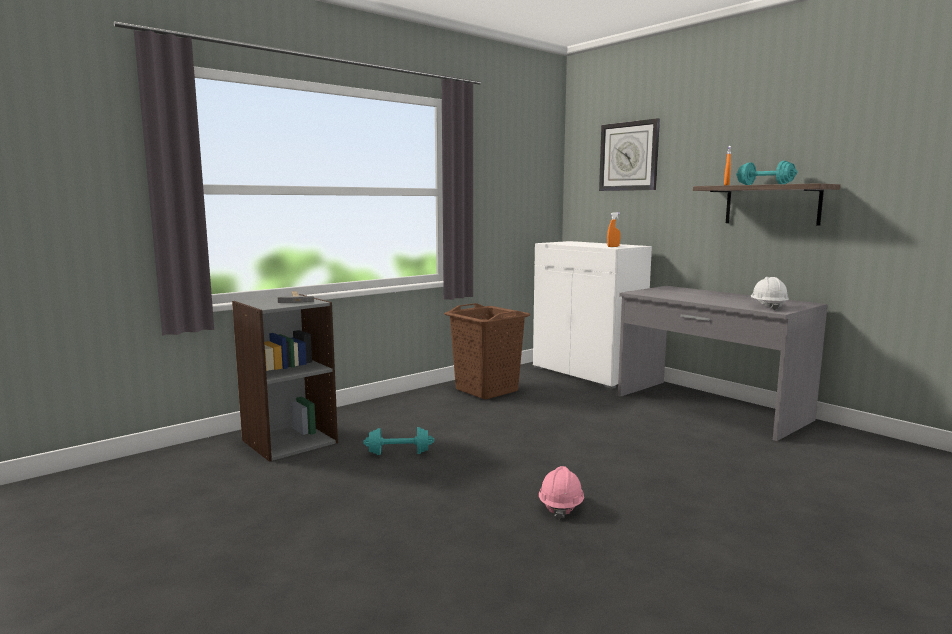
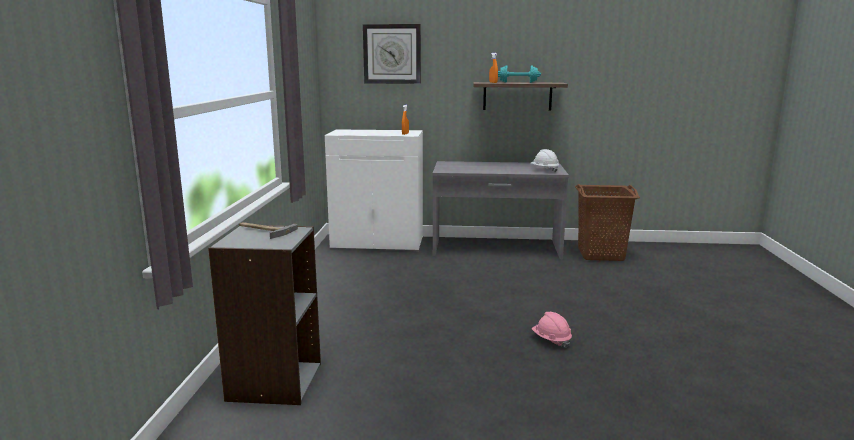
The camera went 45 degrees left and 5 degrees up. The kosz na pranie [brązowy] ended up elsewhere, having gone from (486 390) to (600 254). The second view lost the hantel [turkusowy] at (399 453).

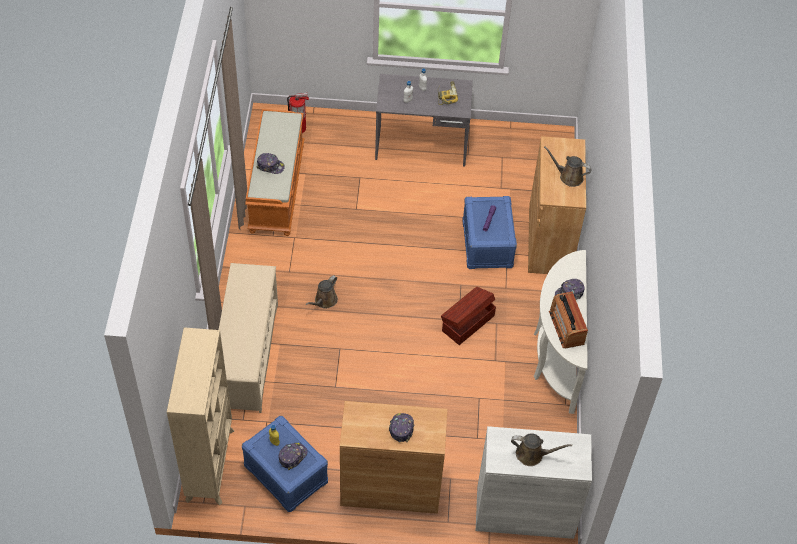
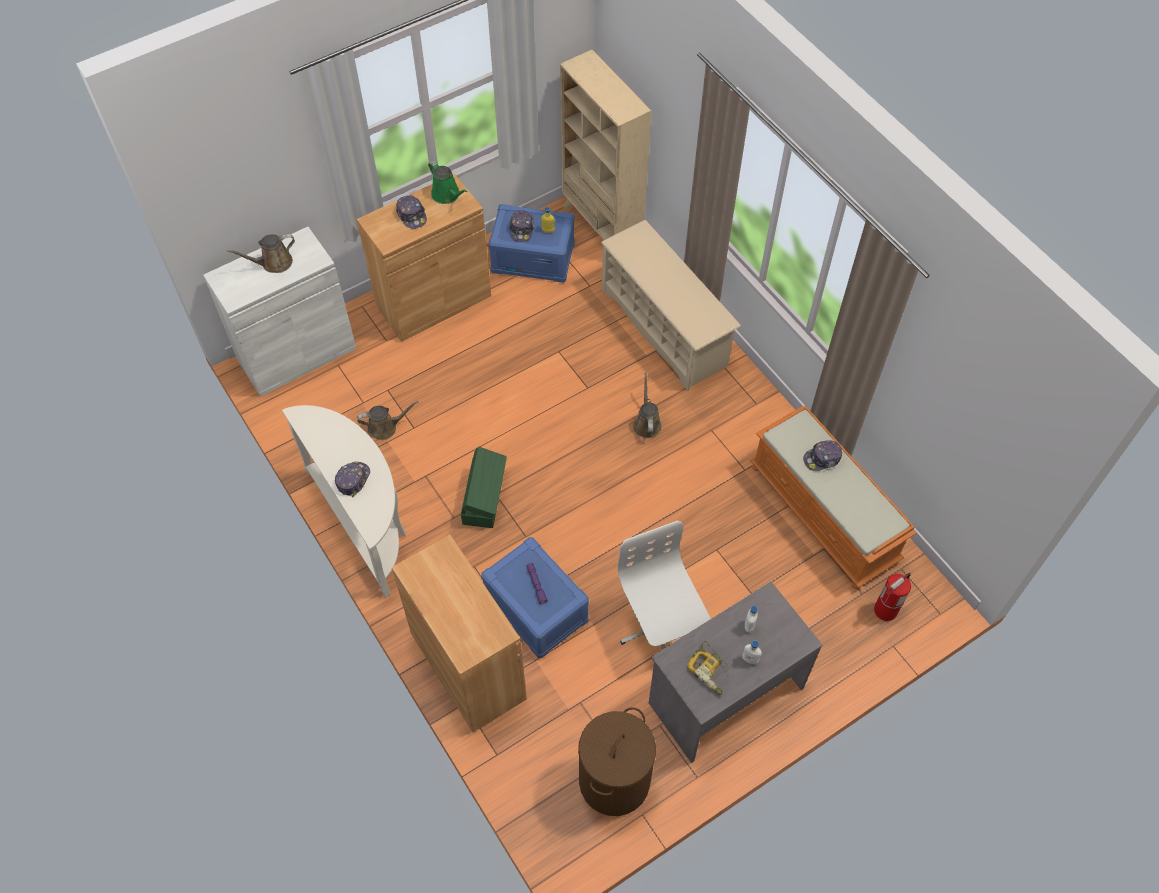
The camera went 145 degrees right and 5 degrees up. The konewka [brązowy] ended up elsewhere, having gone from (568 177) to (385 427). What was the pojemnik do przechowywania [brązowy] at (467 323) turned into the pojemnik do przechowywania [zielony] at (484 497). The second view lost the radio at (566 327). The second view gained the konewka [zielony] at (447 195). The second view gained the krzesło biurowe [biały] at (659 629). The second view gained the kosz na pranie [brązowy] at (614 781).

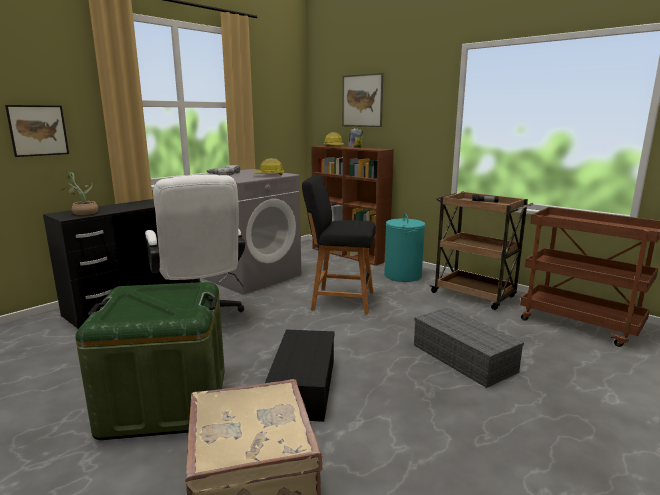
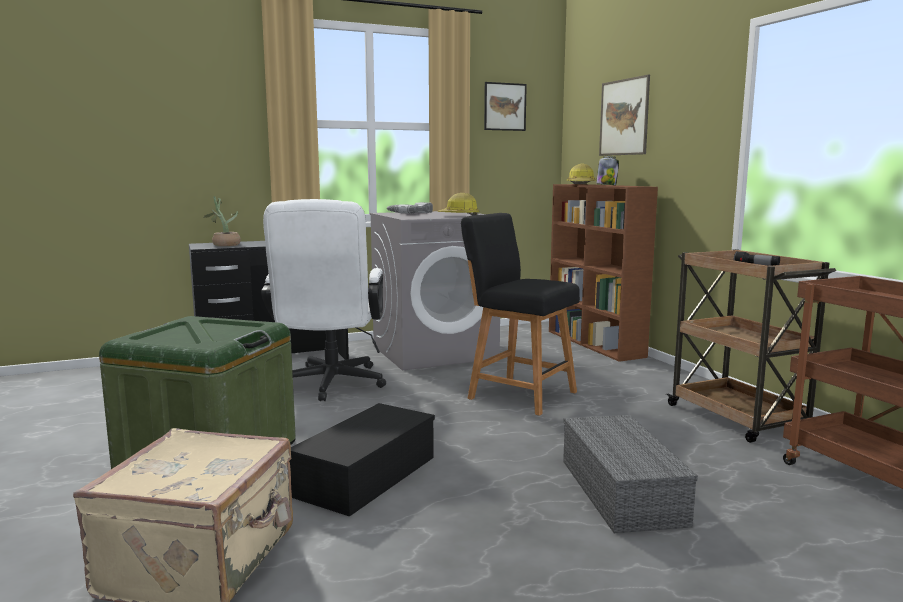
The camera went 25 degrees right and 5 degrees down. The obraz ended up elsewhere, having gone from (38 130) to (504 106). The second view lost the kosz na pranie [turkusowy] at (403 275).

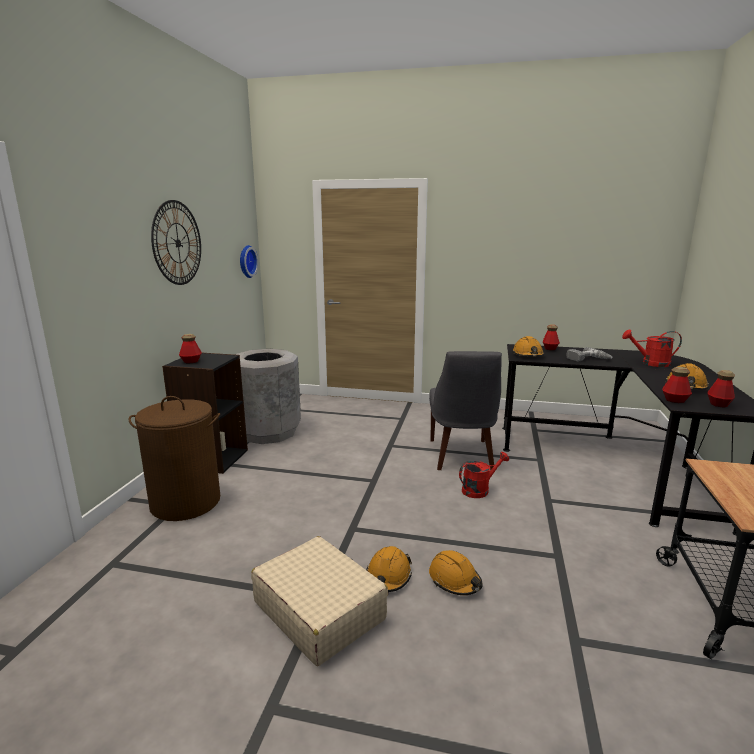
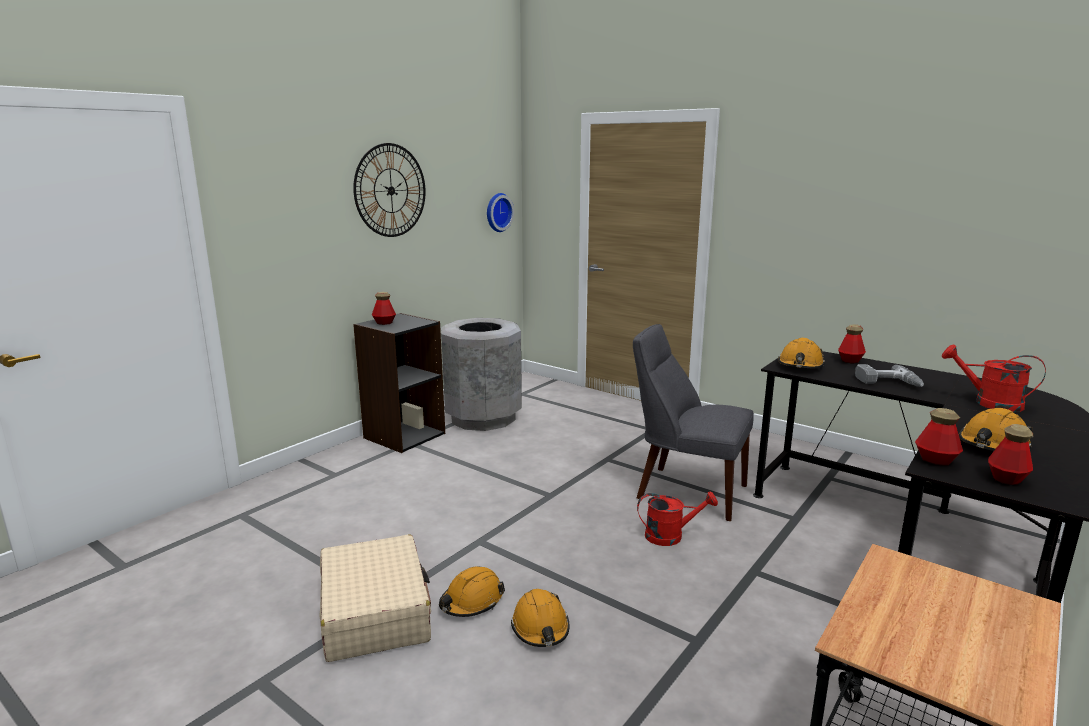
The camera went 25 degrees right and 0 degrees up. The krzesło [szary] at (461 456) ended up facing another way, 90 degrees clockwise from before. The second view lost the kosz na pranie [brązowy] at (186 502).

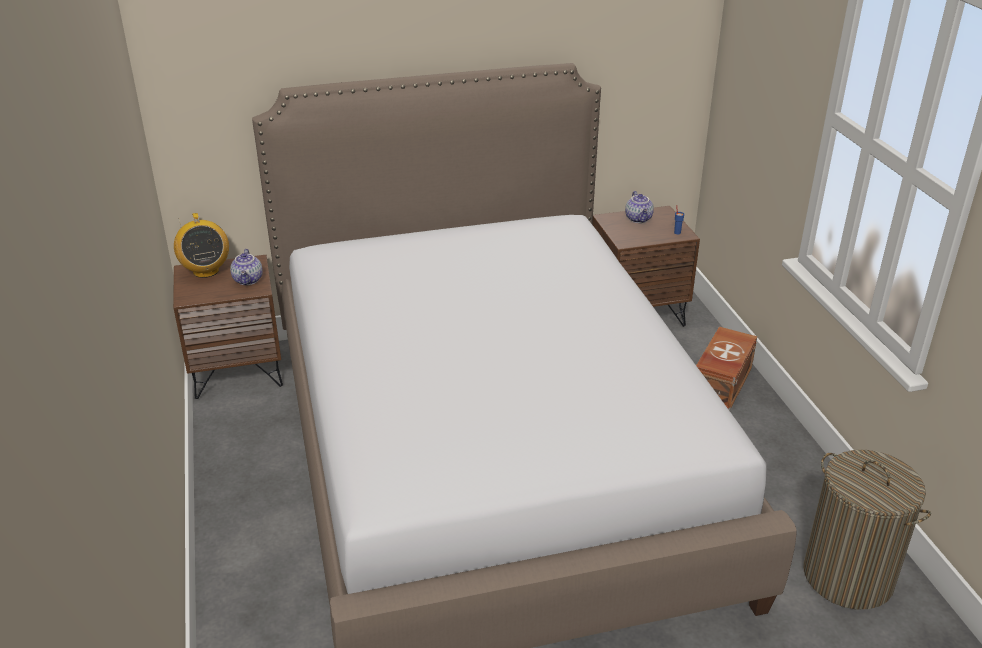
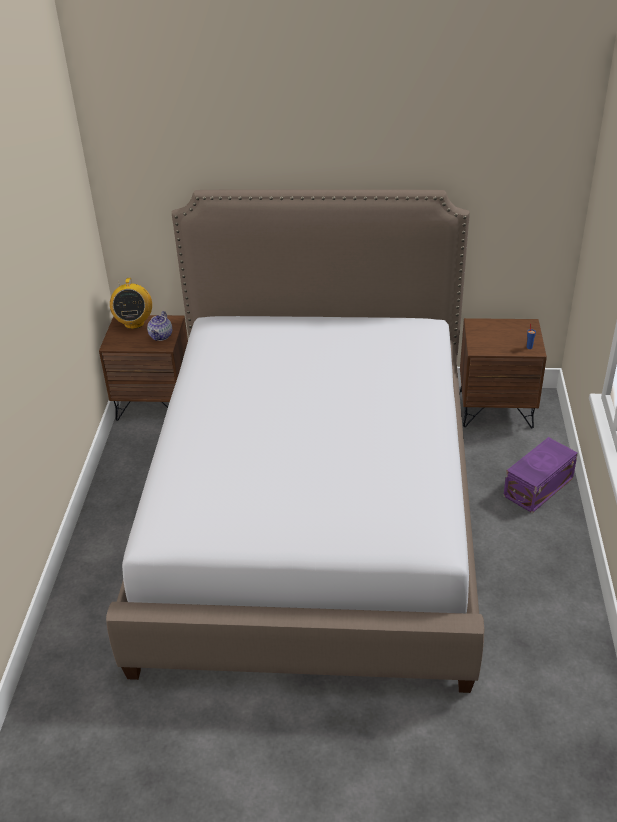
The camera went 20 degrees right and 5 degrees up. The second view lost the imbryk at (639 219). What was the pojemnik do przechowywania [brązowy] at (720 383) turned into the pojemnik do przechowywania [fioletowy] at (536 487). The second view lost the kosz na pranie at (848 576).

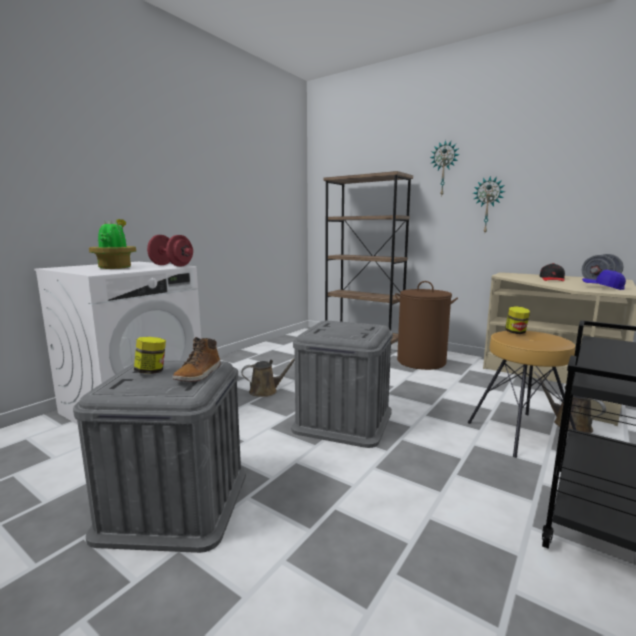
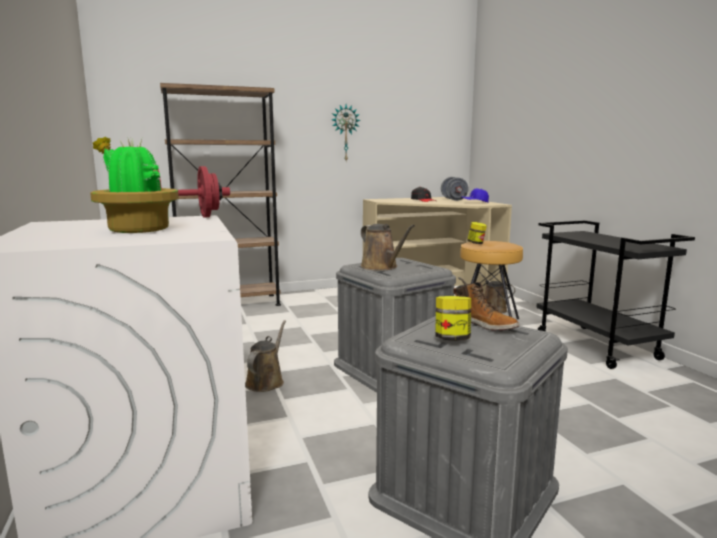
The camera went 55 degrees left and 0 degrees up. The second view lost the zegar ścienny at (444 169). The second view lost the kosz na pranie [brązowy] at (421 361). The second view gained the konewka [brązowy] at (381 267).

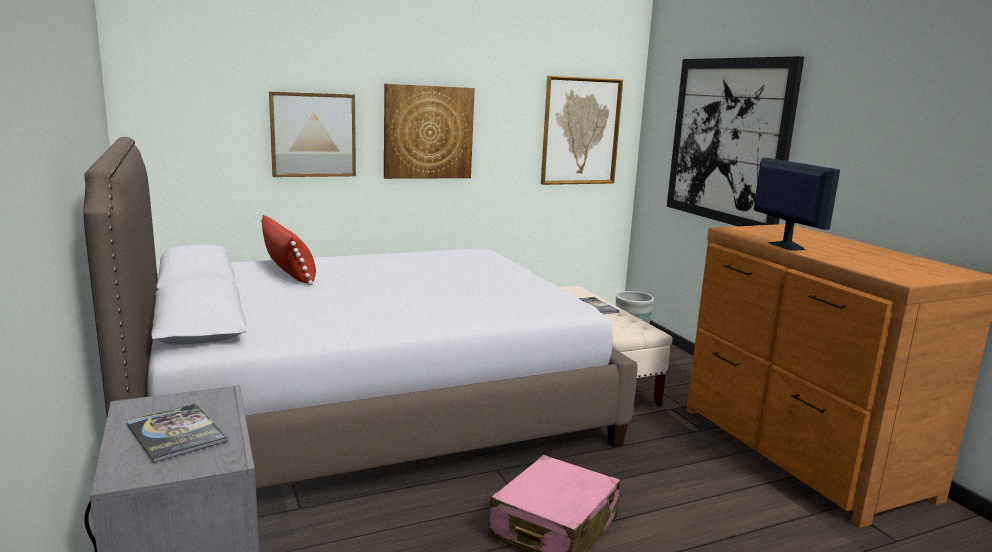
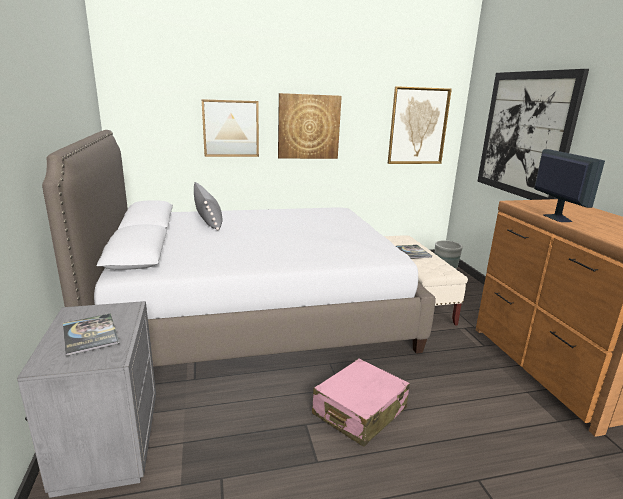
The camera went 10 degrees right and 5 degrees up. What was the poduszka [czerwony] at (289 272) turned into the poduszka [szary] at (208 220).

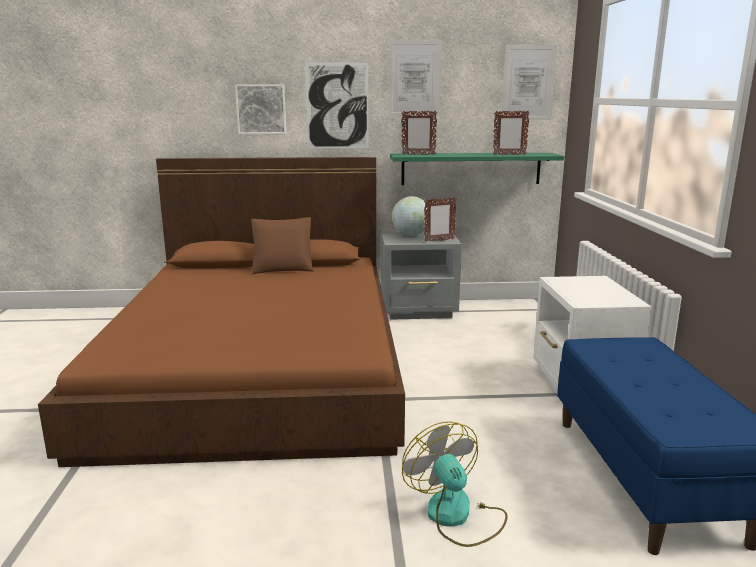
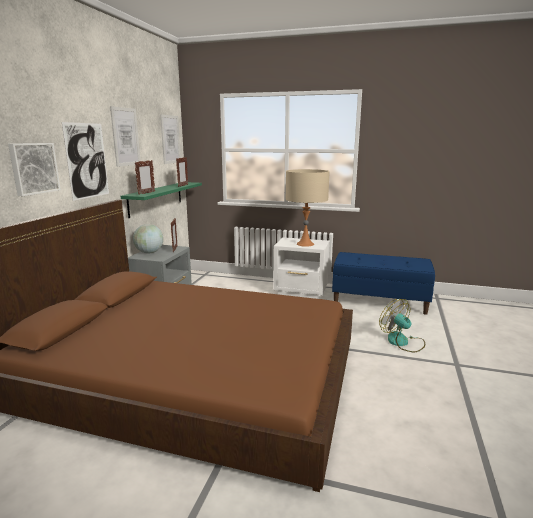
The camera went 70 degrees left and 0 degrees up. The second view lost the poduszka [brązowy] at (283 268). The wentylator at (456 516) ended up facing another way, 60 degrees clockwise from before. The second view gained the lampa stołowa [beżowy] at (305 244).

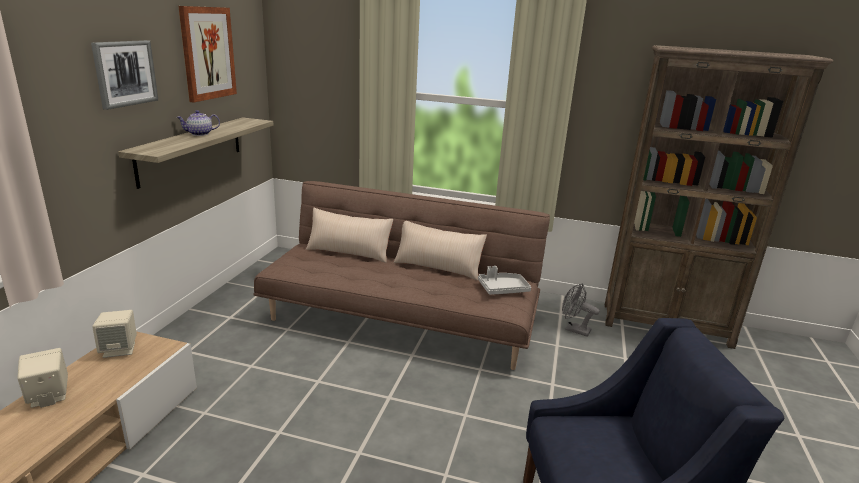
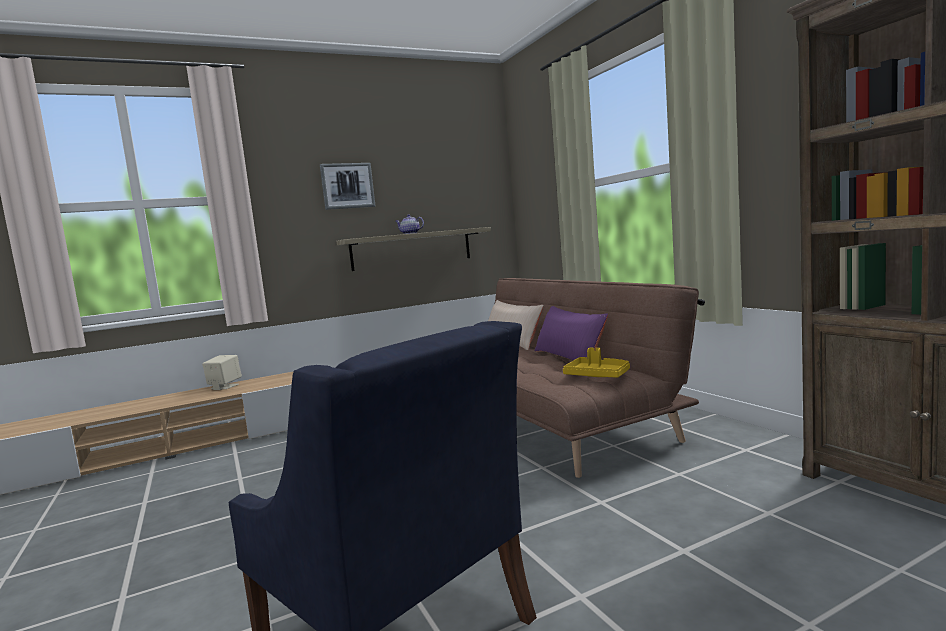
The camera went 50 degrees right and 15 degrees down. The second view lost the obraz at (207 53). What was the poduszka [beżowy] at (438 267) turned into the poduszka [fioletowy] at (569 357). What was the taca [szary] at (502 289) turned into the taca [żółty] at (597 375). The second view lost the wentylator [szary] at (573 329). The second view lost the głośnik [beżowy] at (120 349).

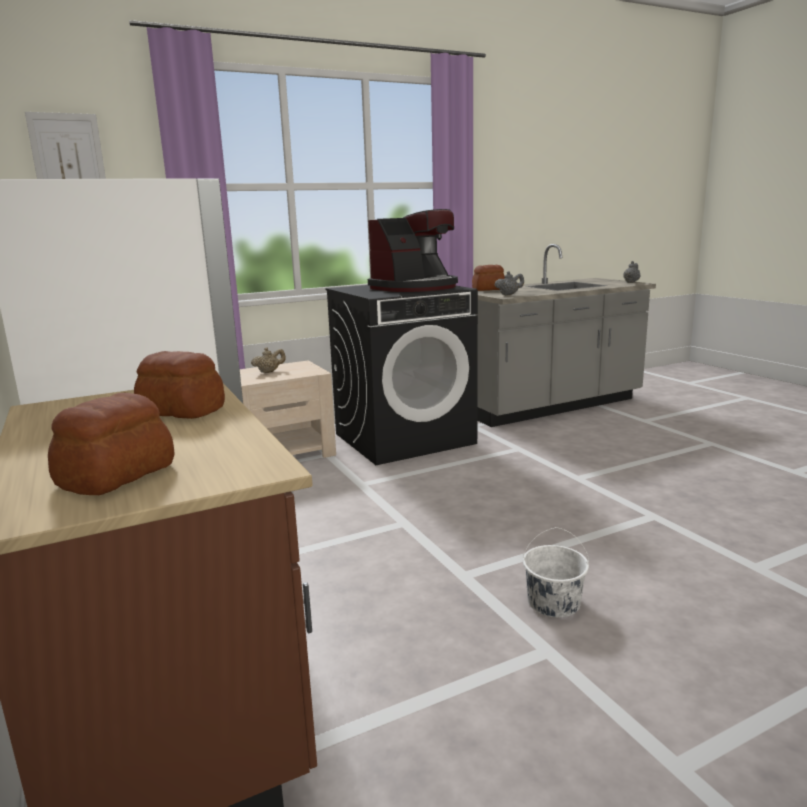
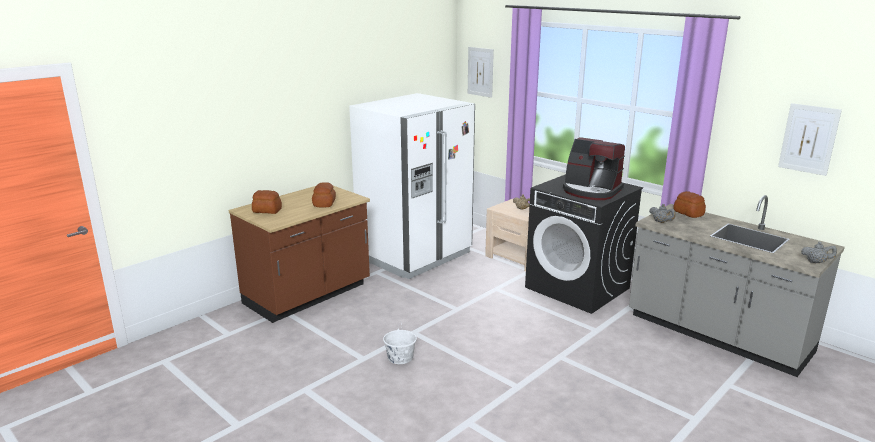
The camera went 70 degrees right and 5 degrees up. The second view gained the obraz at (808 139).

